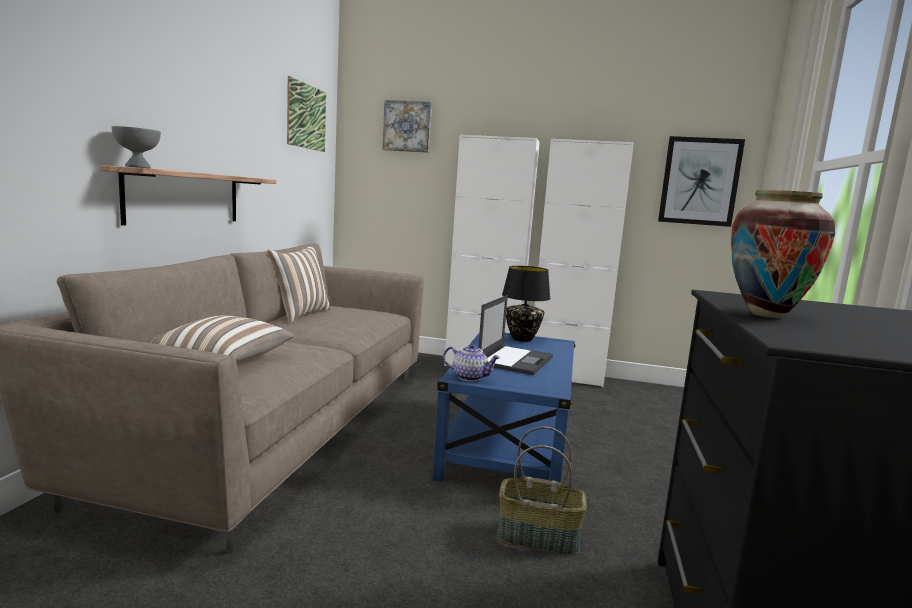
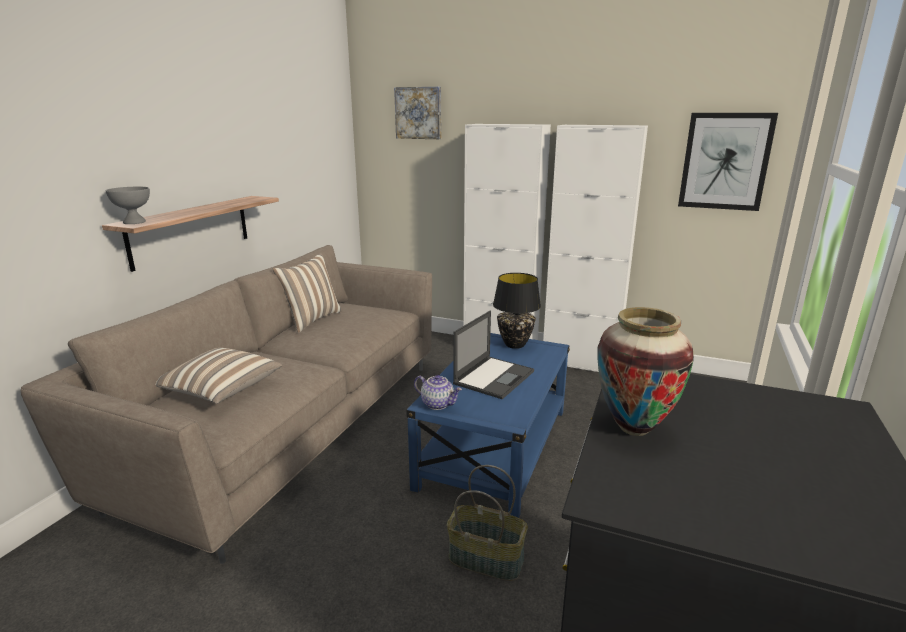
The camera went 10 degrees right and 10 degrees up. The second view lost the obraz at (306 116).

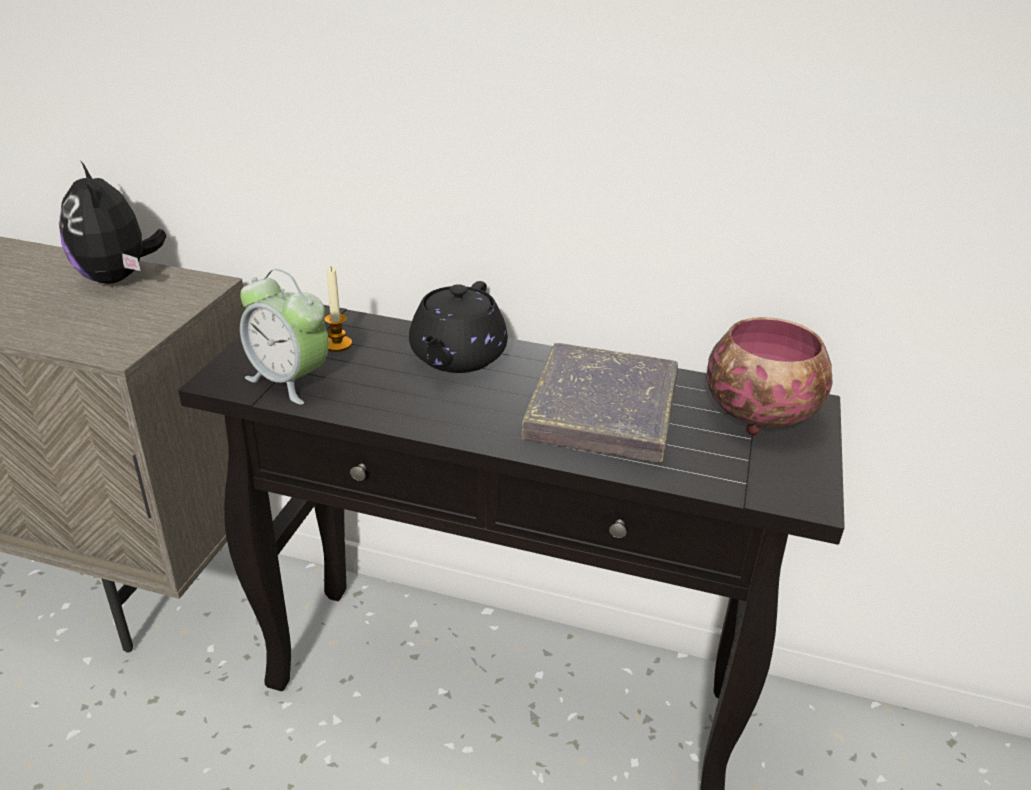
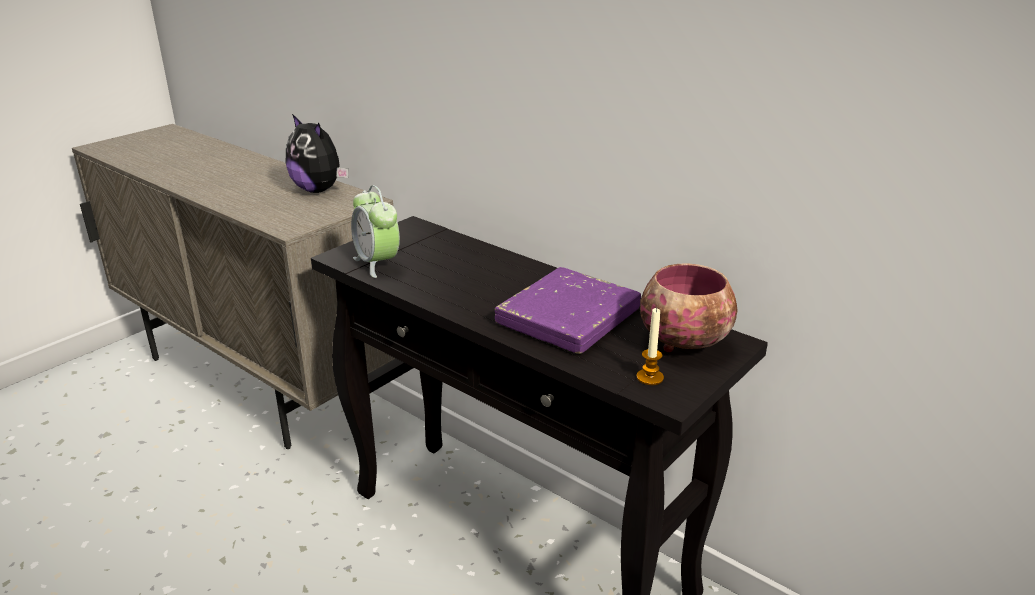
The camera went 25 degrees right and 5 degrees down. The pluszak at (118 278) ended up facing another way, 45 degrees counterclockwise from before. The świeca ended up elsewhere, having gone from (337 344) to (650 377). The second view lost the imbryk [czarny] at (456 357). What was the książka [szary] at (602 411) turned into the książka [fioletowy] at (569 317).

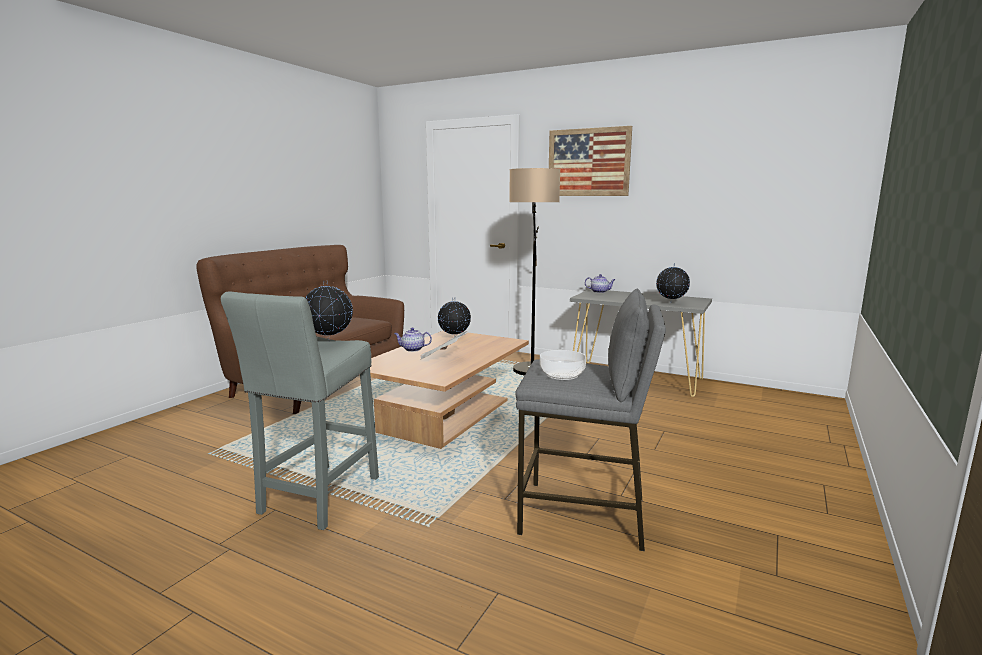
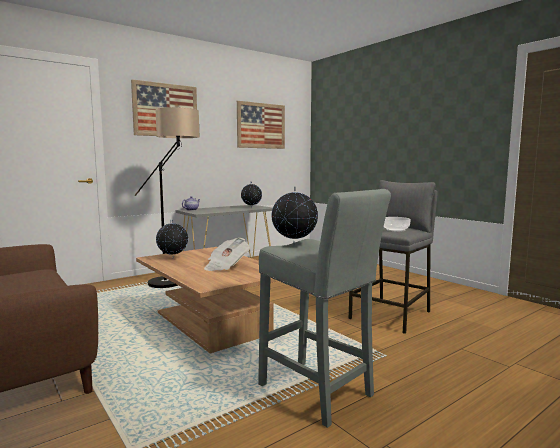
The camera went 65 degrees left and 5 degrees down. The second view lost the imbryk at (412 349). The second view gained the obraz at (261 125).

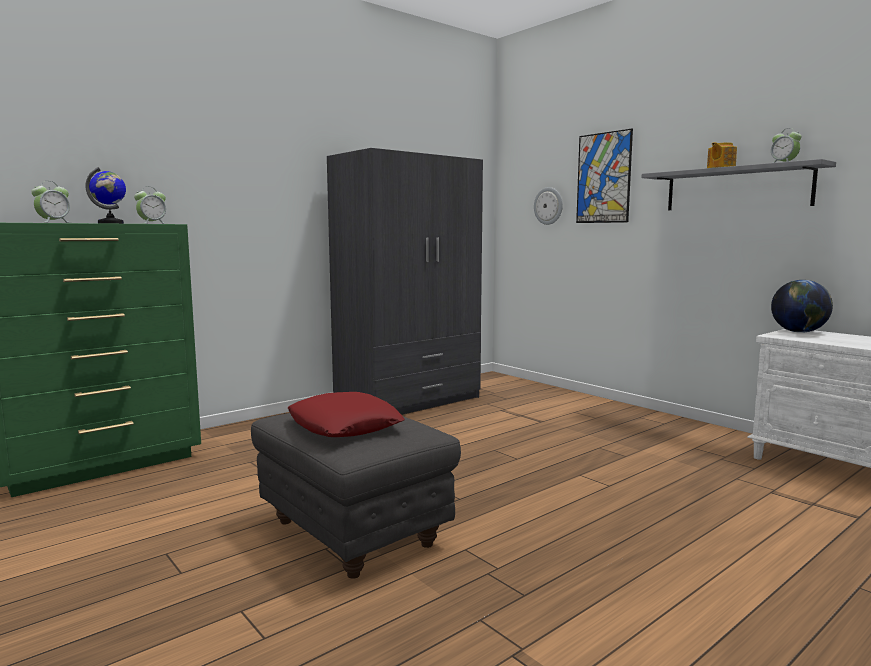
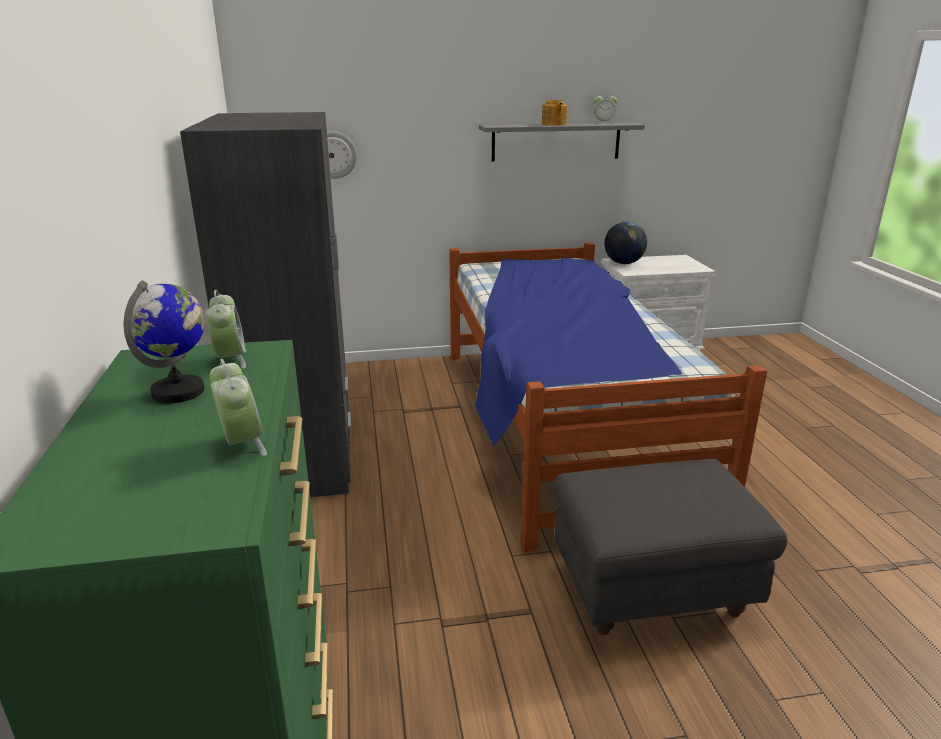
The camera went 60 degrees left and 15 degrees up. The second view lost the obraz at (603 178). The second view lost the poduszka [czerwony] at (344 425). The second view gained the łóżko at (560 423).

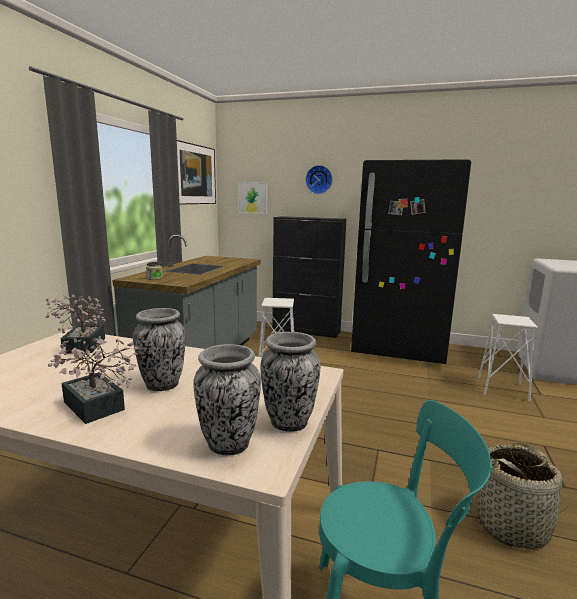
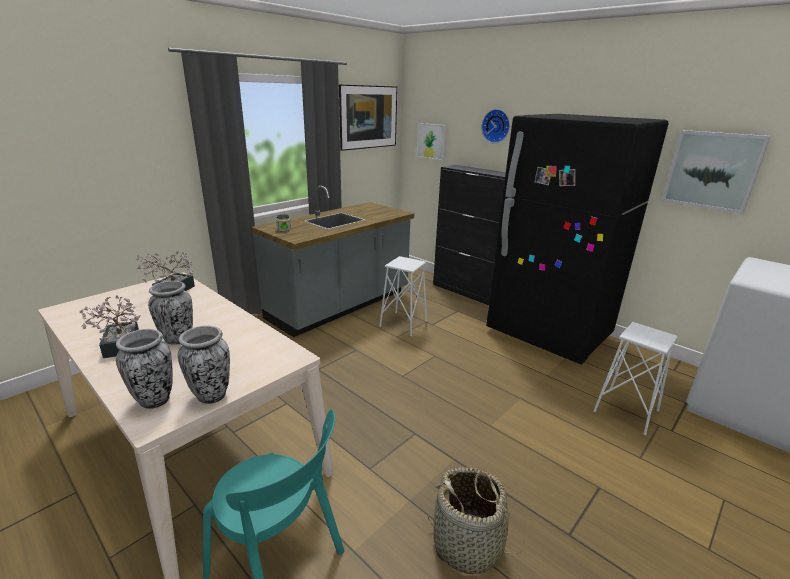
The camera went 25 degrees right and 10 degrees up. The second view gained the obraz at (712 170).

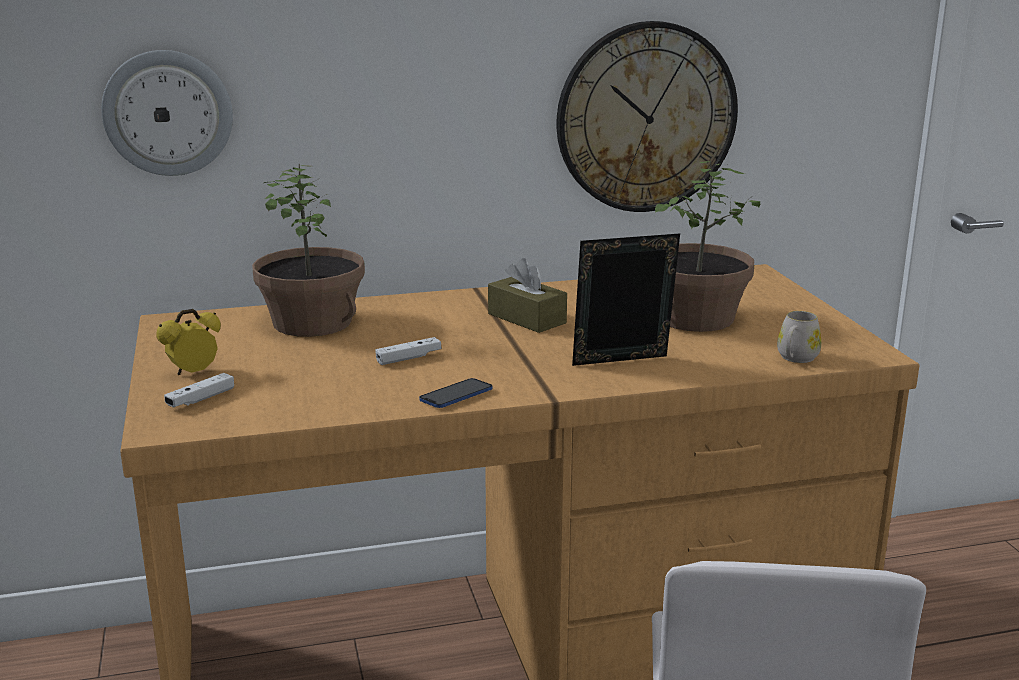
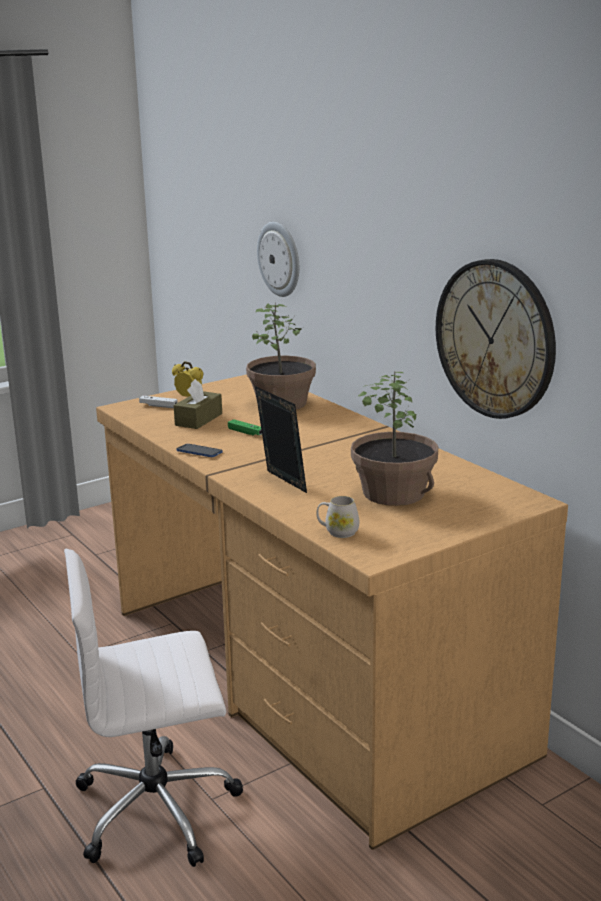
The camera went 70 degrees right and 0 degrees up. The pudełko chusteczek [brązowy] ended up elsewhere, having gone from (526 318) to (198 419). What was the pad do gier [biały] at (409 358) turned into the pad do gier [zielony] at (246 432).

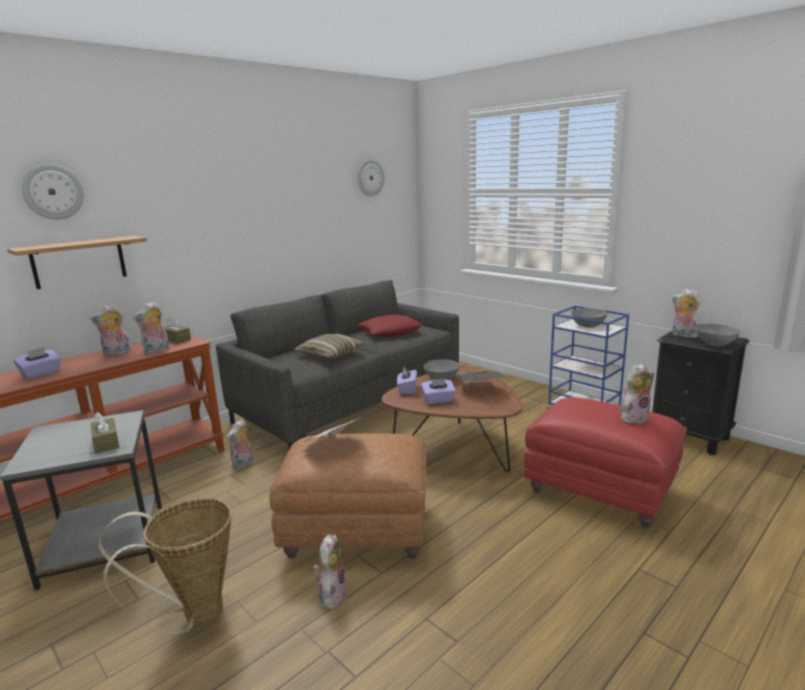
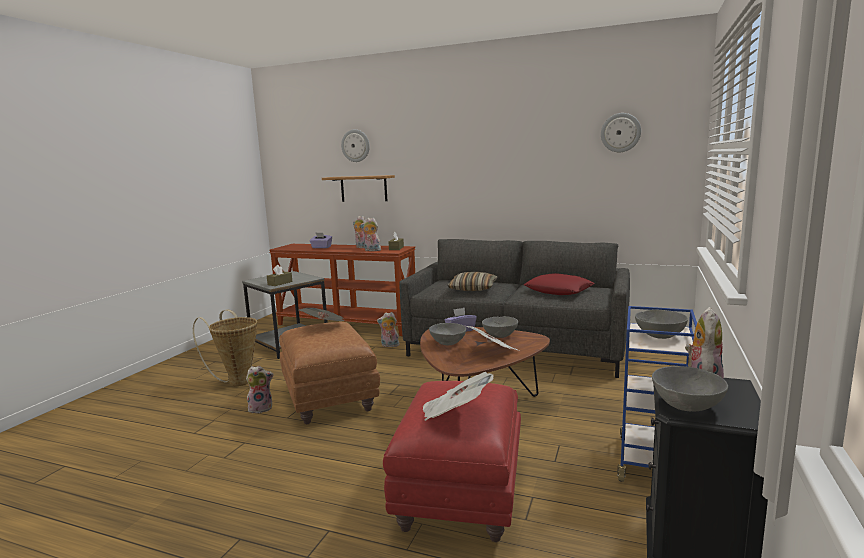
The camera went 65 degrees right and 5 degrees down. Where the pluszak stood at (634 417), the gazeta came to stand at (455 414). Where the pudełko chusteczek [fioletowy] stood at (438 400), the miska [szary] came to stand at (448 343).

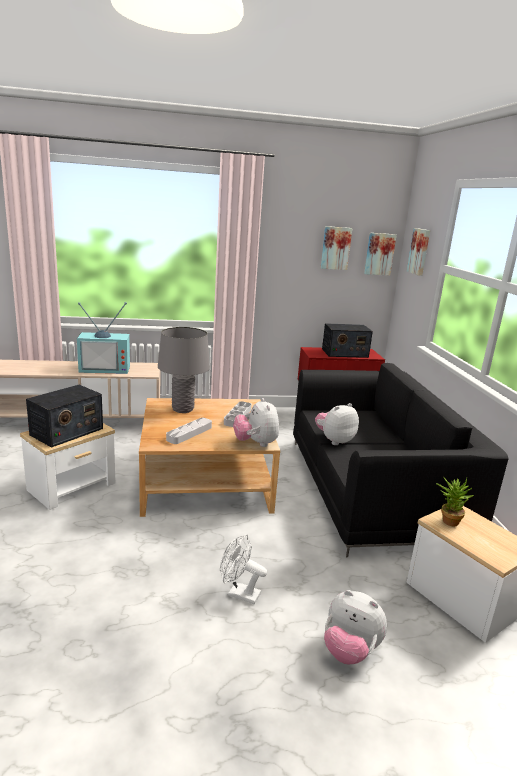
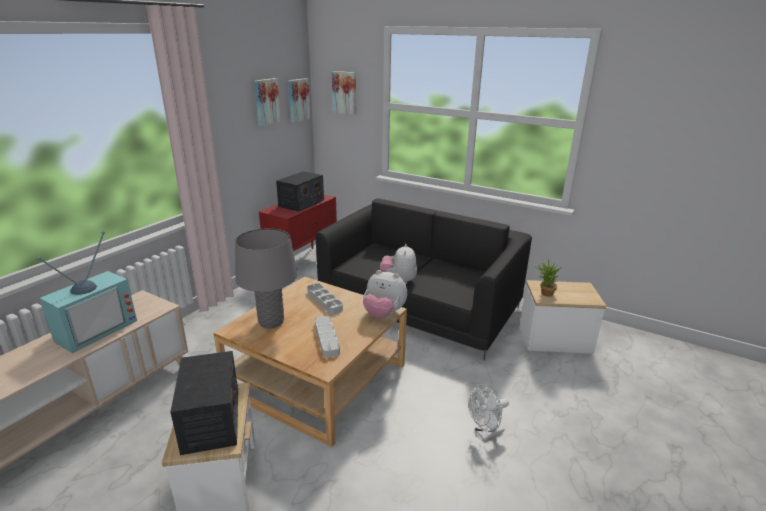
The camera went 50 degrees left and 5 degrees up. The second view lost the pluszak at (349 650).

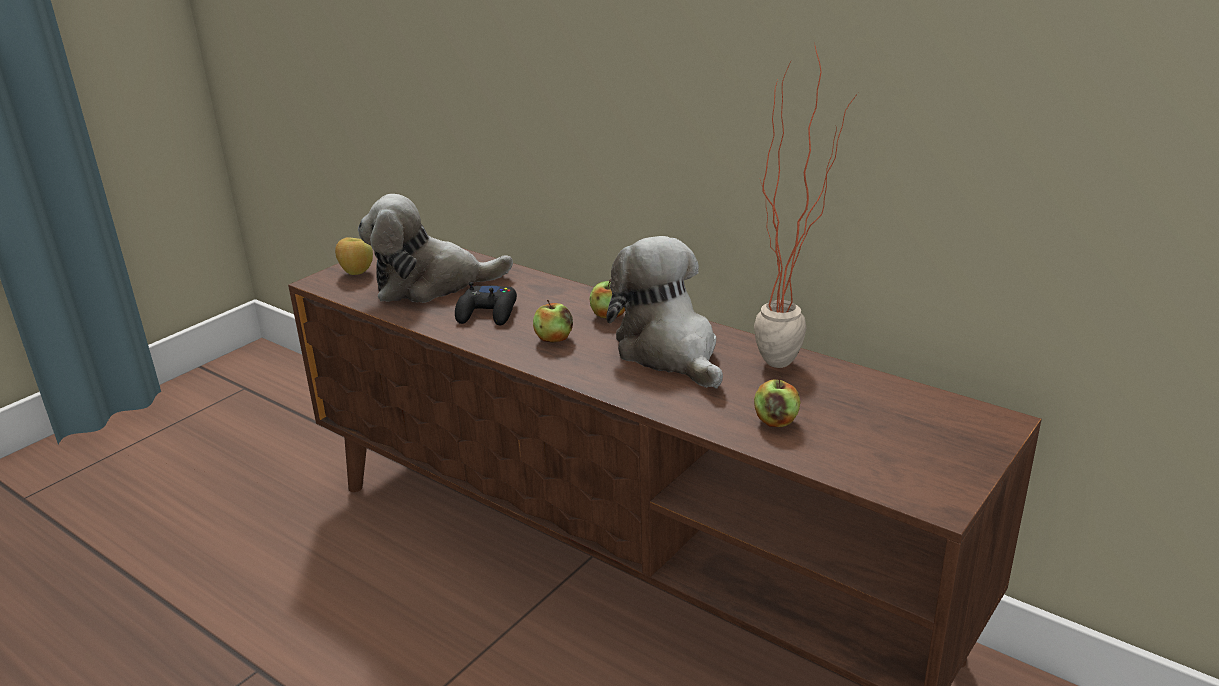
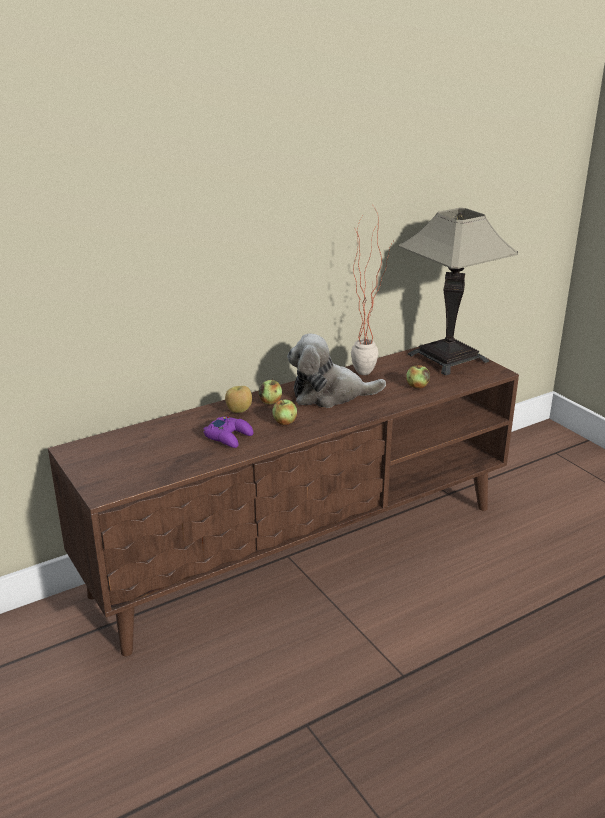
The camera went 70 degrees left and 0 degrees up. The second view lost the pluszak at (431 284). The jabłko ended up elsewhere, having gone from (356 273) to (239 411). What was the pad do gier [czarny] at (488 313) turned into the pad do gier [fioletowy] at (229 437). The second view gained the lampa stołowa at (448 358).

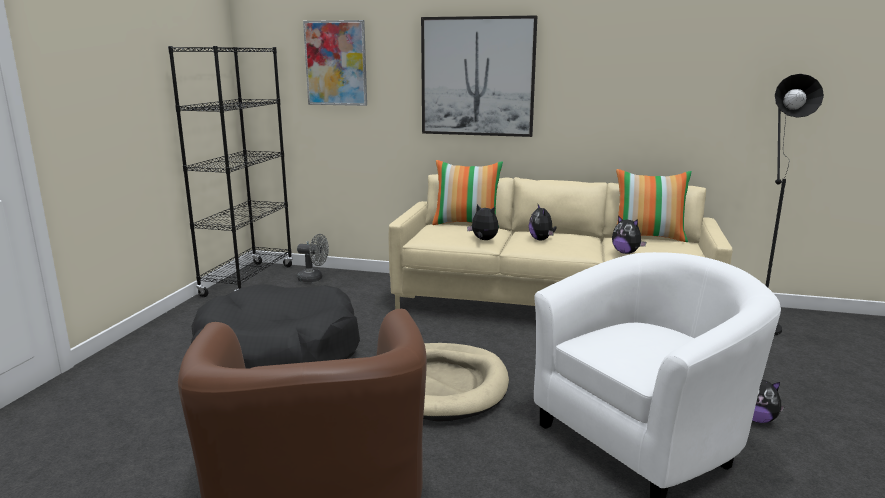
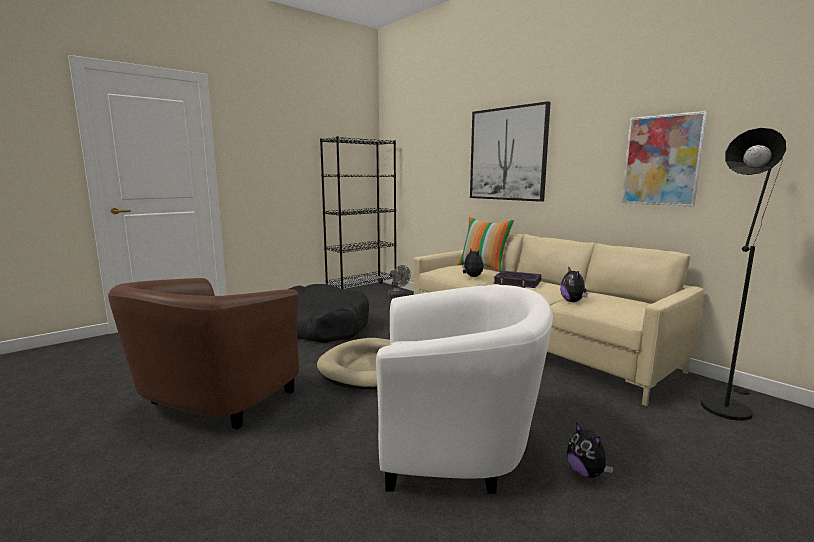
The camera went 35 degrees right and 5 degrees down. The obraz ended up elsewhere, having gone from (336 63) to (662 160). The second view lost the poduszka at (648 237). Where the pluszak stood at (541 239), the książka came to stand at (517 283).

